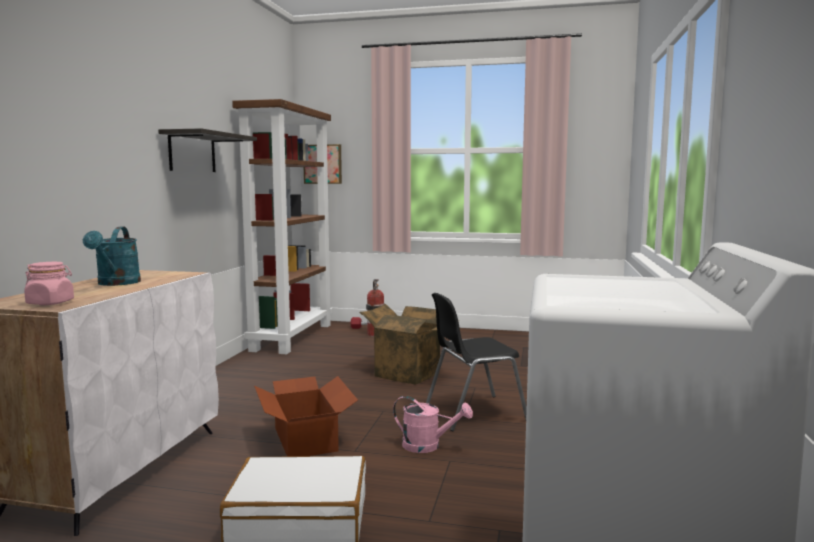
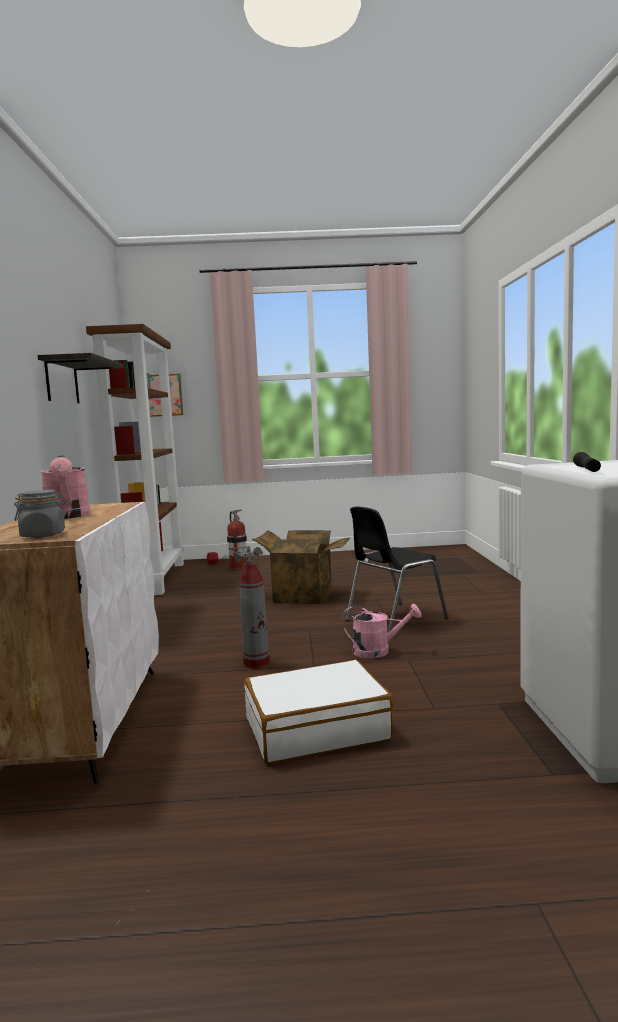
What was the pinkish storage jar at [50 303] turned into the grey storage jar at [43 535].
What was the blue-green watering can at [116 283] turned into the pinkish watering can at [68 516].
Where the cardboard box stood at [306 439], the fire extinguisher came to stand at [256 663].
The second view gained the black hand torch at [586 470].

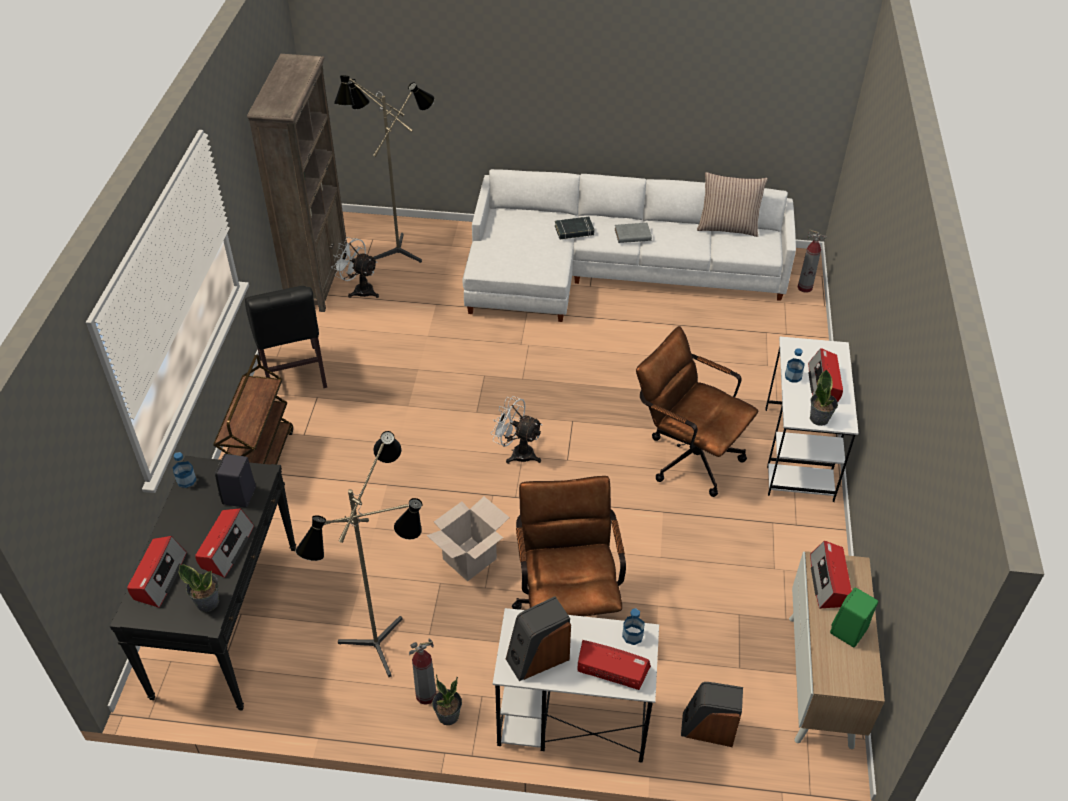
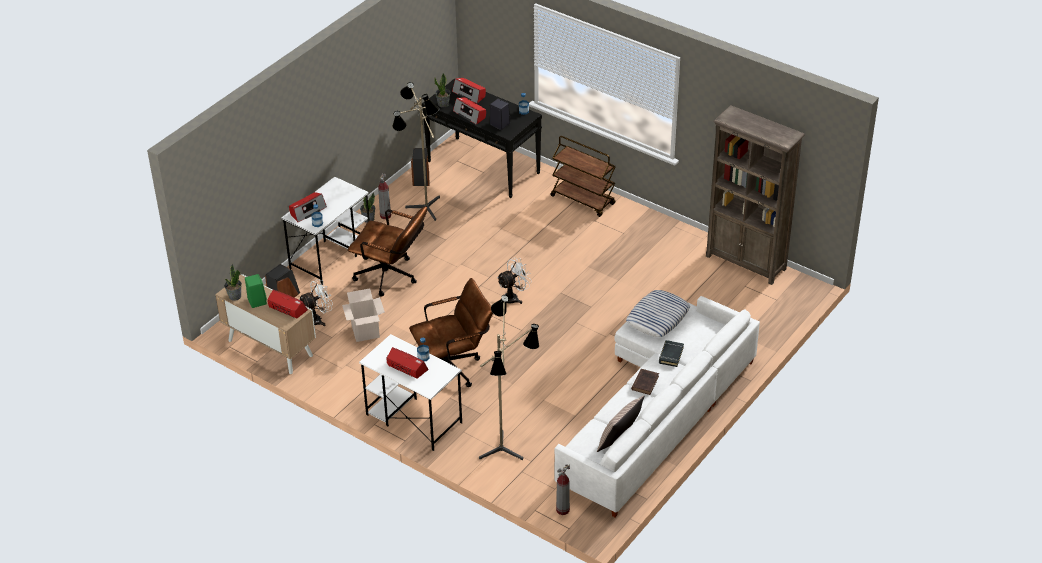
The potted plant ended up elsewhere, having gone from [819 418] to [234 296].
The white electric fan ended up elsewhere, having gone from [359 289] to [318 319].
The cardboard box ended up elsewhere, having gone from [469 559] to [365 331].
The audio speaker ended up elsewhere, having gone from [537 658] to [421 178].
The standard lamp ended up elsewhere, having gone from [395 249] to [506 449].
The second view gained the pillow at [658 317].
What was the grey book at [631 235] turned into the brown-coloured book at [645 382].
The second view lost the black upright chair at [294 376].

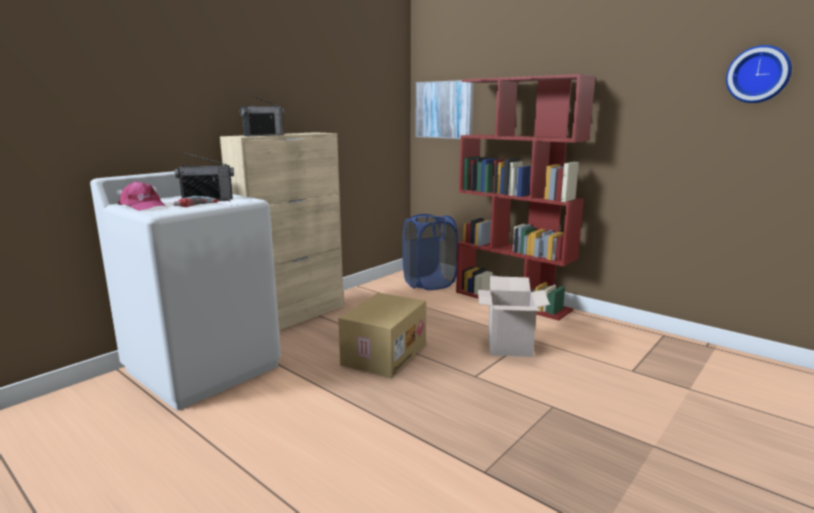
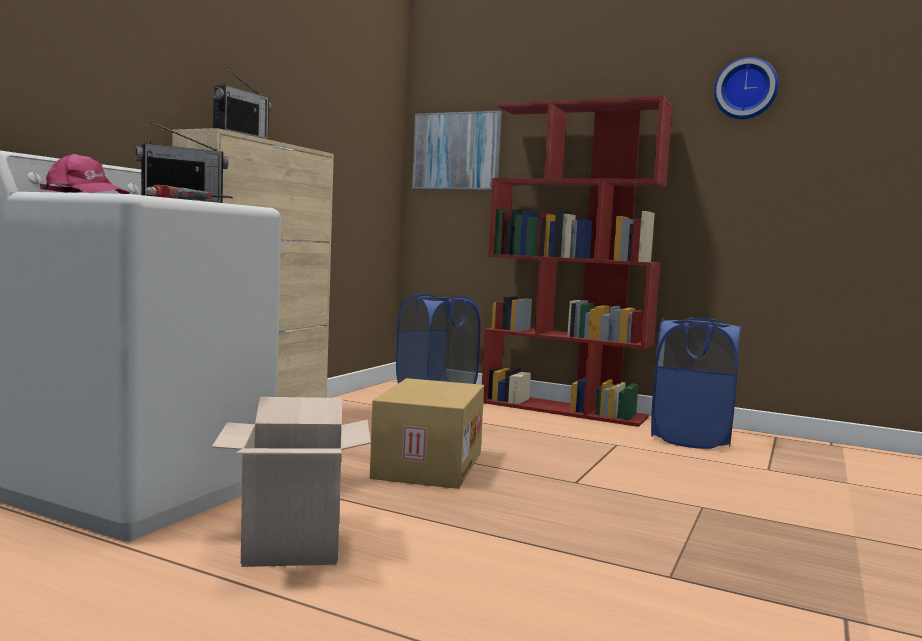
The cardboard box ended up elsewhere, having gone from [509 346] to [292 545].
The second view gained the blue-coloured laundry basket at [691 439].
The wall clock ended up elsewhere, having gone from [758 74] to [746 89].

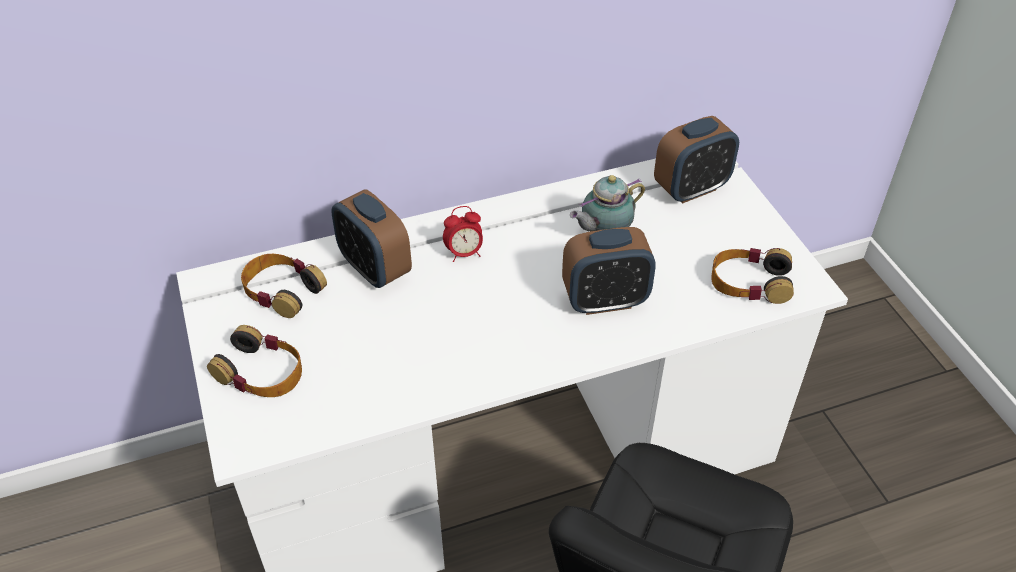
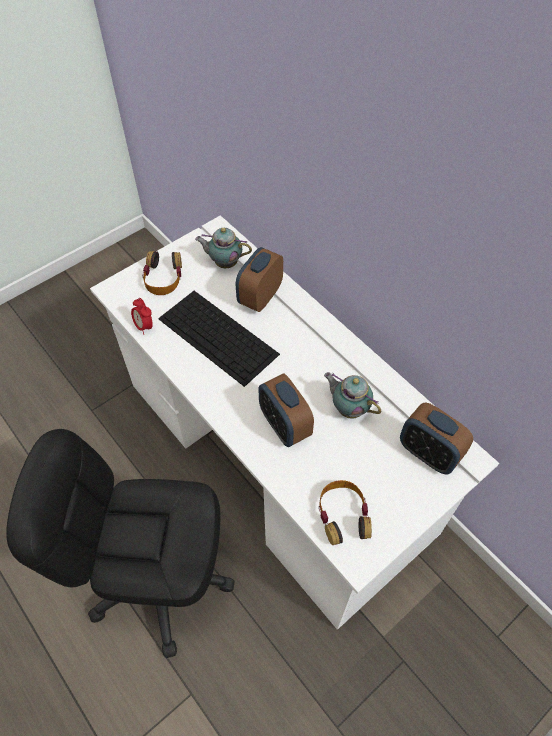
The alarm clock ended up elsewhere, having gone from [464 253] to [144 326].
The second view gained the computer keyboard at [219 336].
Where the headphones stood at [282 291], the pot for tea came to stand at [224 263].

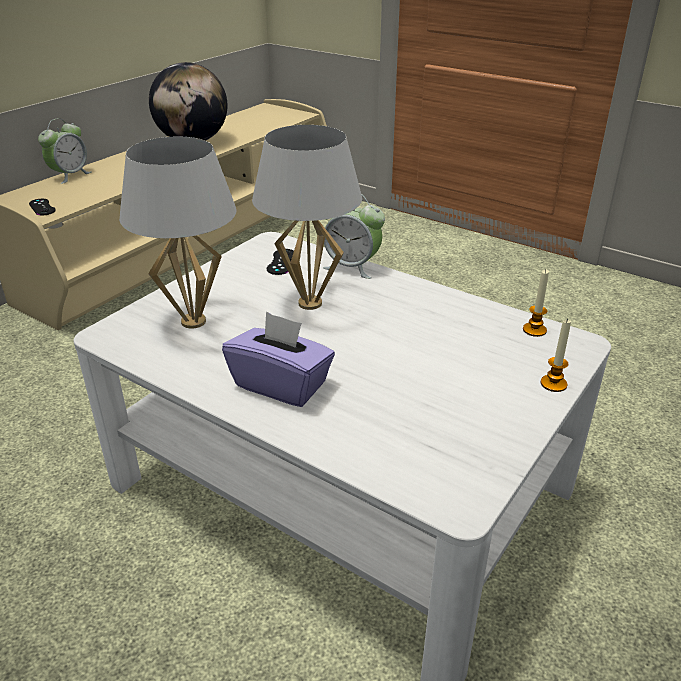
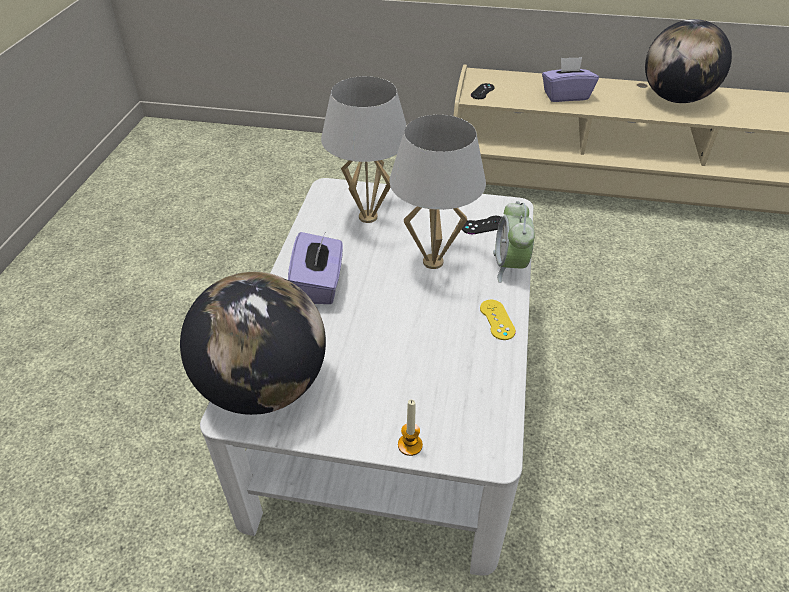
The second view gained the world globe at [264 386].
The second view gained the yellow game controller at [497 320].
The second view gained the purple tissue box at [565 96].
The second view lost the alarm clock at [70 175].
The second view lost the candle at [534 330].

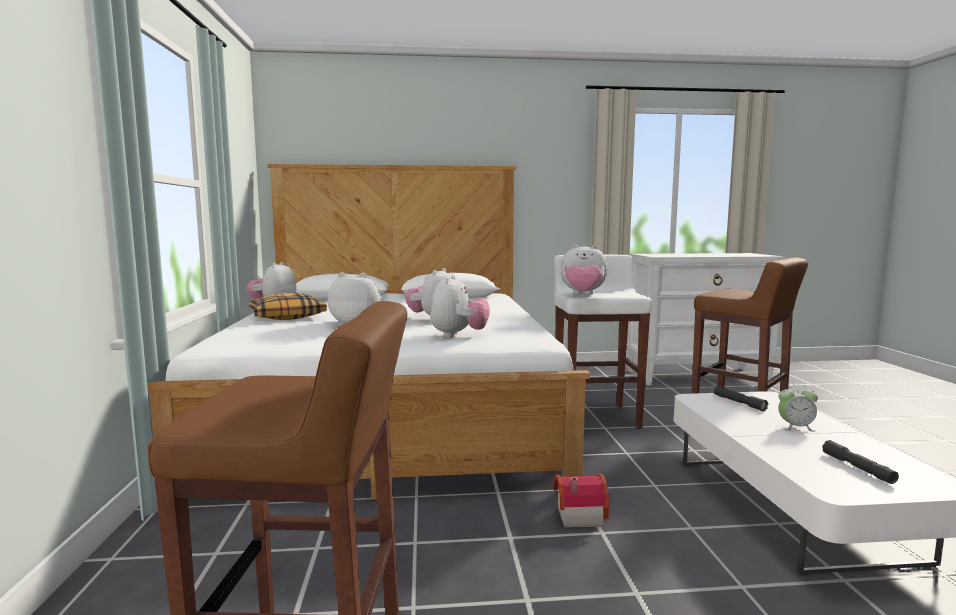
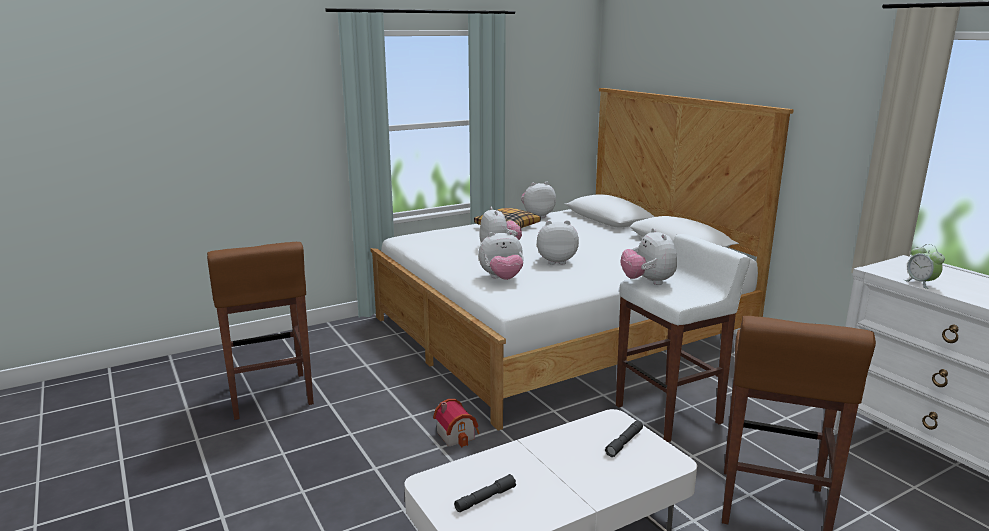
The alarm clock ended up elsewhere, having gone from [795 427] to [921 283].

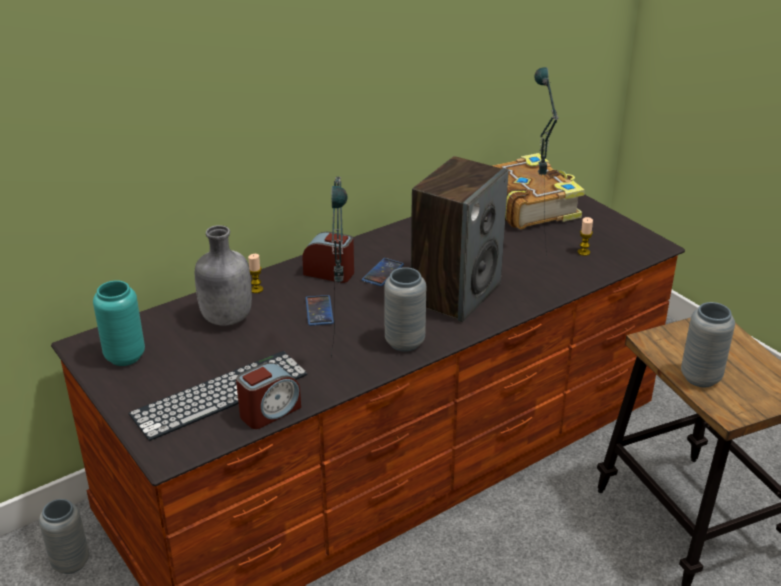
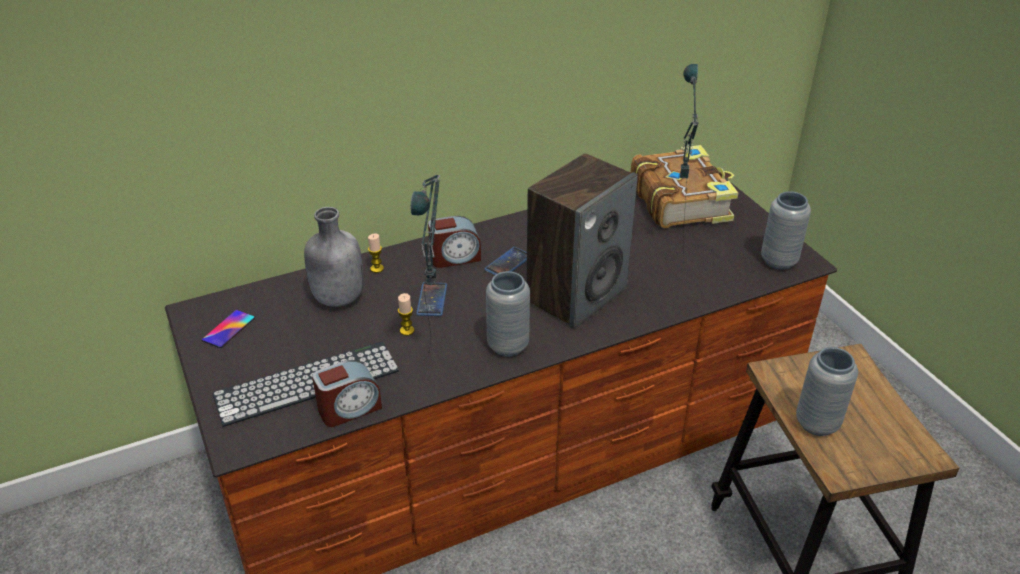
Where the blue-green vase stood at [125 356], the phone came to stand at [228 329].
The candle ended up elsewhere, having gone from [583 252] to [407 330].
The alarm clock at [329 272] ended up facing another way, 135 degrees clockwise from before.
The grey vase ended up elsewhere, having gone from [71 563] to [778 261].

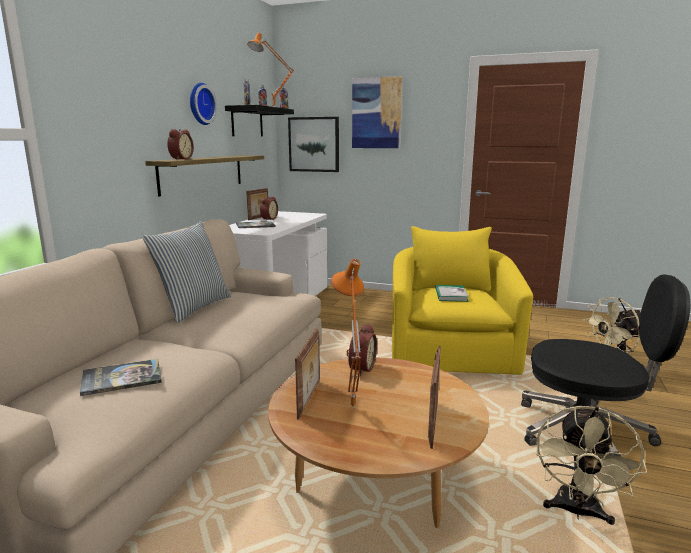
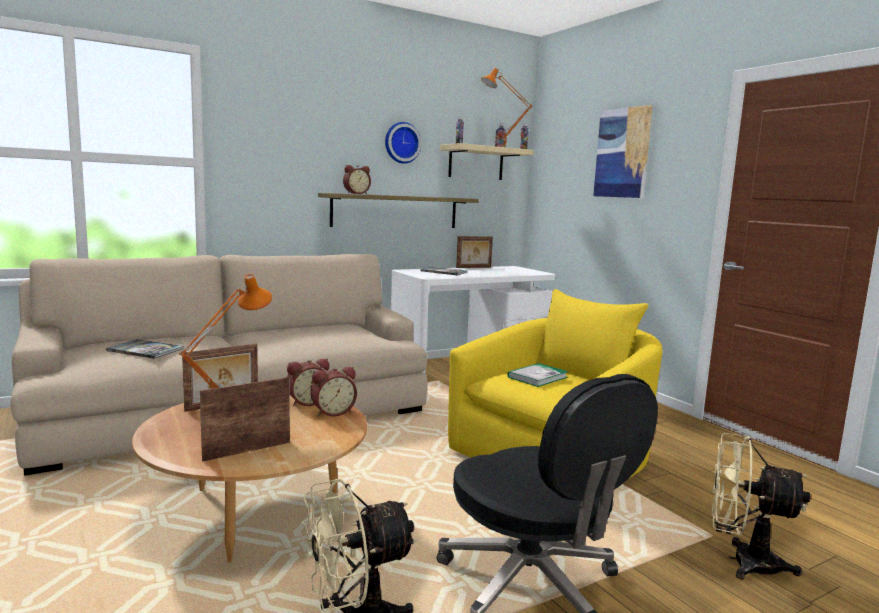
The alarm clock ended up elsewhere, having gone from [268 219] to [332 412].
What was the black shelf at [247 122] turned into the beige-coloured shelf at [476 163].
The second view lost the pillow at [193 307].
The second view lost the wall art at [314 144].

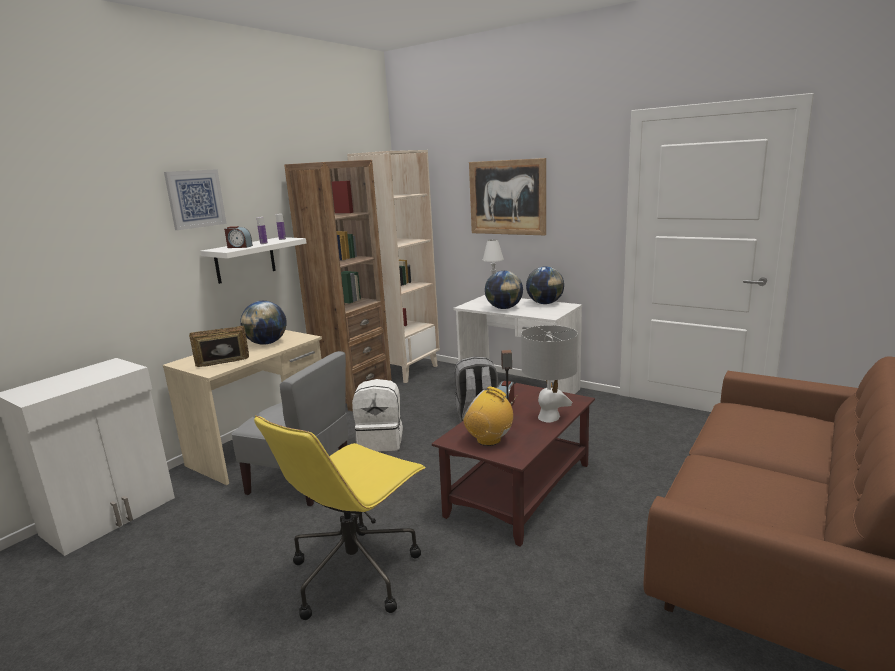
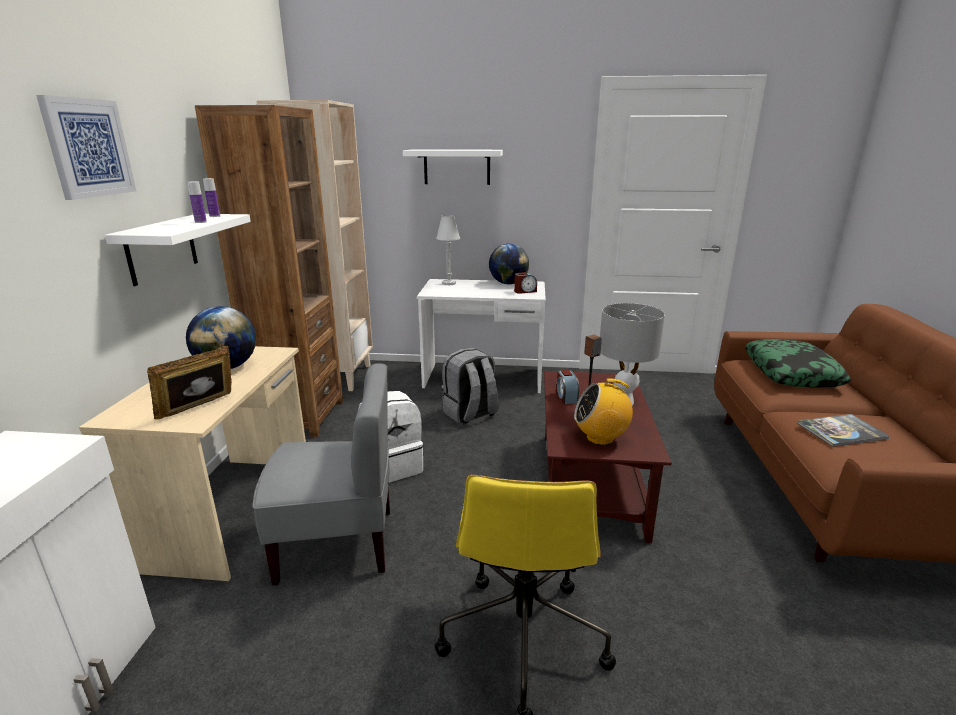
Where the wall art hung at [507 197], the white shelf came to hang at [457 167].
The alarm clock ended up elsewhere, having gone from [239 247] to [525 291].
The second view gained the pillow at [791 373].
The second view gained the book at [841 431].
The second view lost the world globe at [504 308].

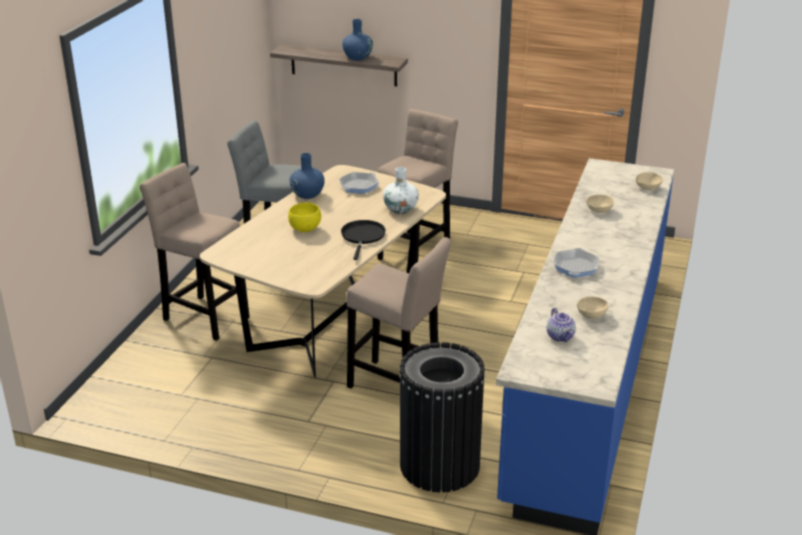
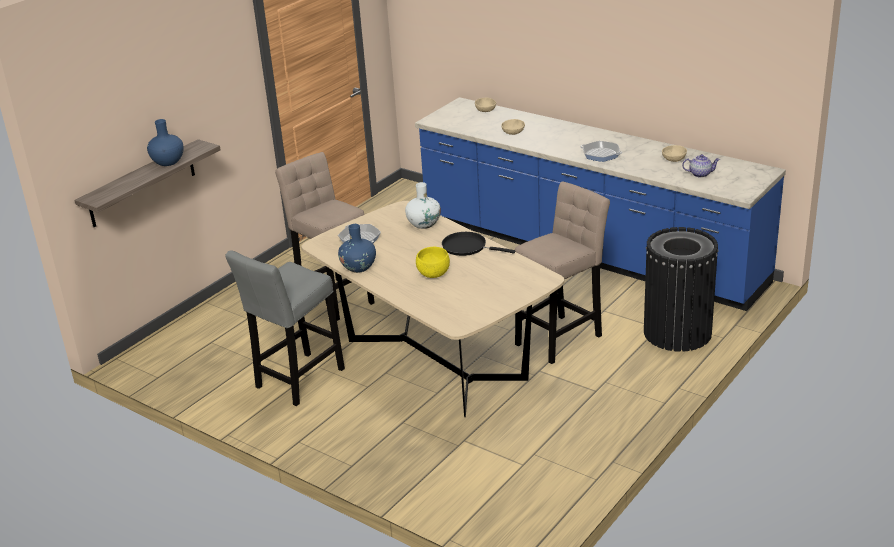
The second view lost the beige-coloured stool seat at [203 316].

